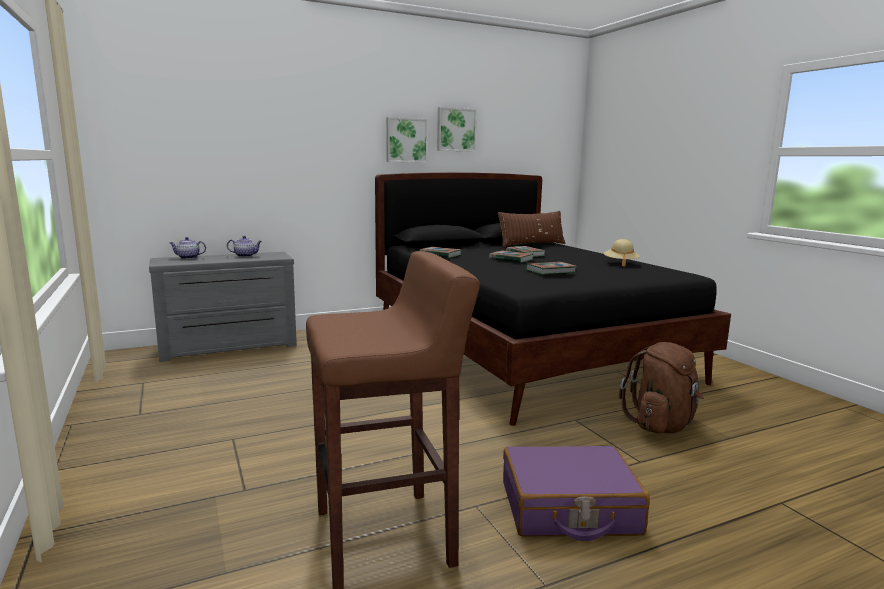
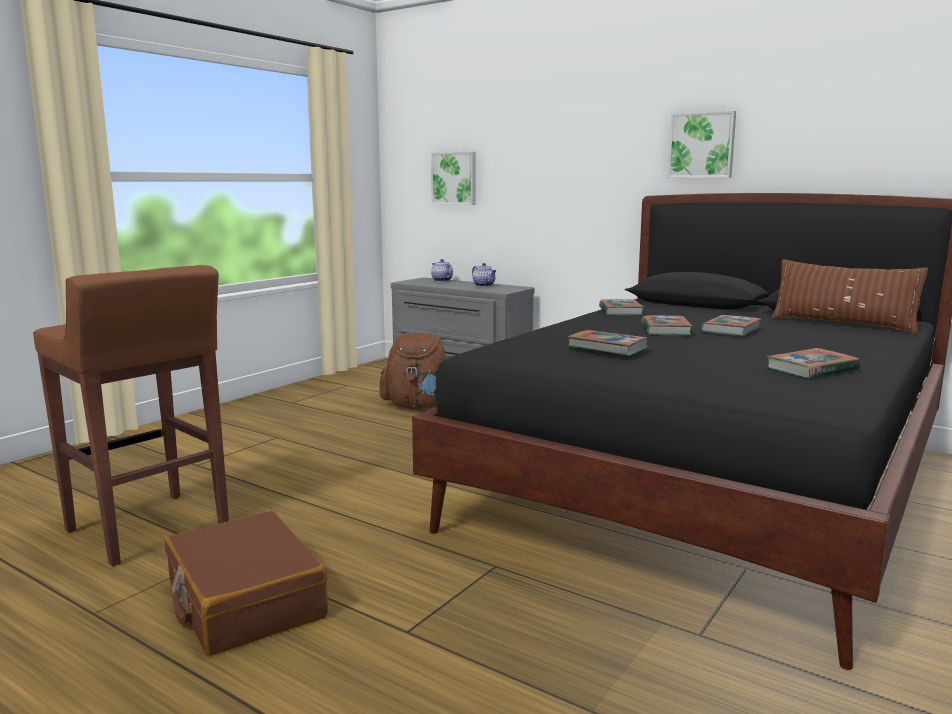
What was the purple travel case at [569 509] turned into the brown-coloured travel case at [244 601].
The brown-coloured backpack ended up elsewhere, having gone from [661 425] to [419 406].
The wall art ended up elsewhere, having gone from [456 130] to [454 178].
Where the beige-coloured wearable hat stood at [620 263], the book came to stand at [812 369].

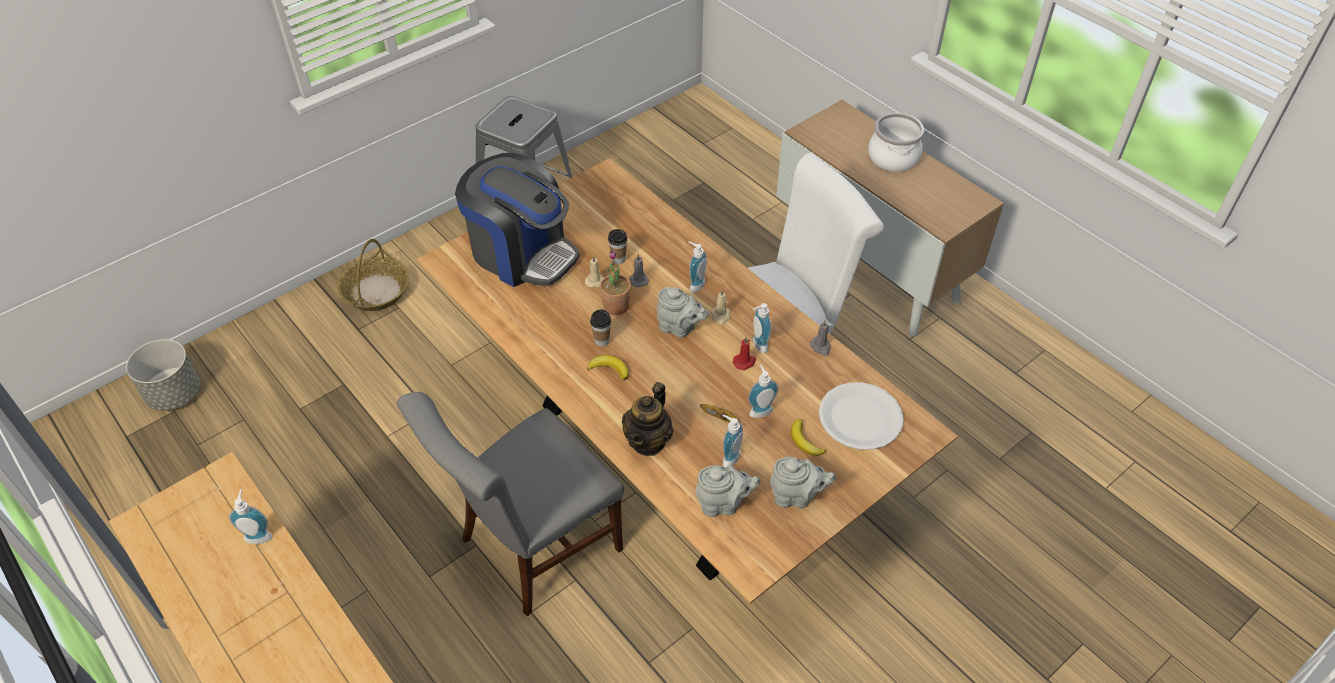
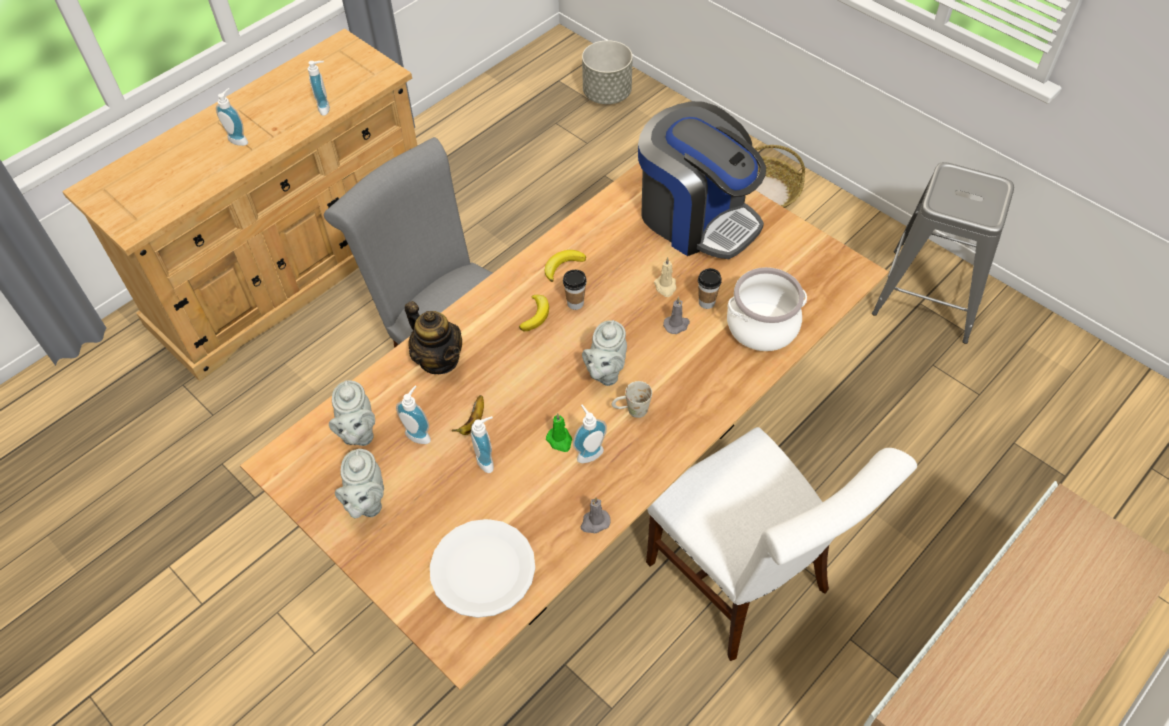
The soap bottle ended up elsewhere, having gone from [695 284] to [239 139].
The pot for tea at [648 441] ended up facing another way, 150 degrees counterclockwise from before.
The banana fruit ended up elsewhere, having gone from [805 441] to [562 266].
What was the red-coloured candle at [744 362] turned into the green candle at [560 440].
Where the beige-coloured candle stood at [720 316], the white mug came to stand at [631 411].
The coffee maker at [522 253] ended up facing another way, 75 degrees counterclockwise from before.
The cooking pot ended up elsewhere, having gone from [892 157] to [762 326].
The second view lost the potted plant at [616 306].

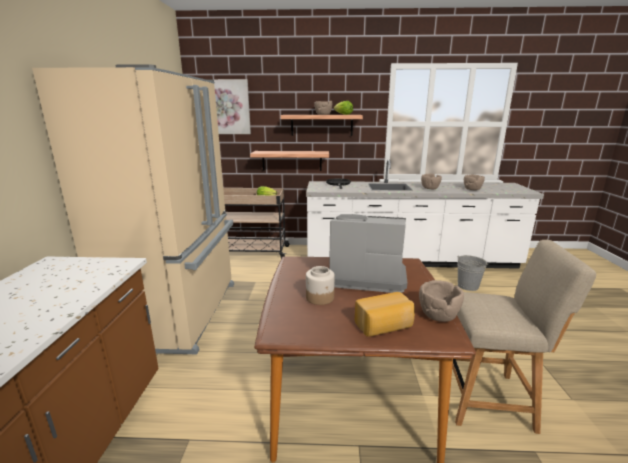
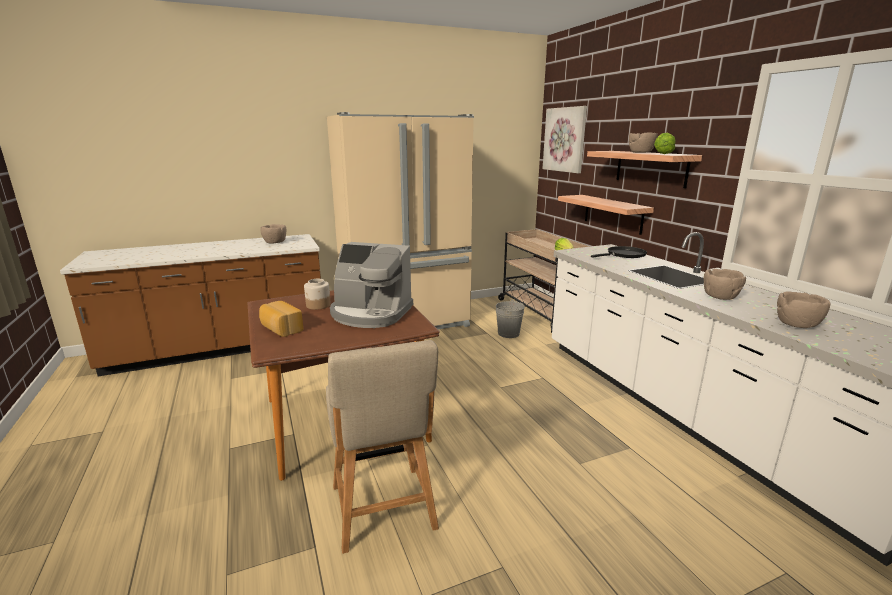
The brown-coloured deep dish ended up elsewhere, having gone from [438 314] to [275 242].
The coffee maker at [365 276] ended up facing another way, 120 degrees clockwise from before.
The grey water bucket ended up elsewhere, having gone from [468 286] to [508 333].

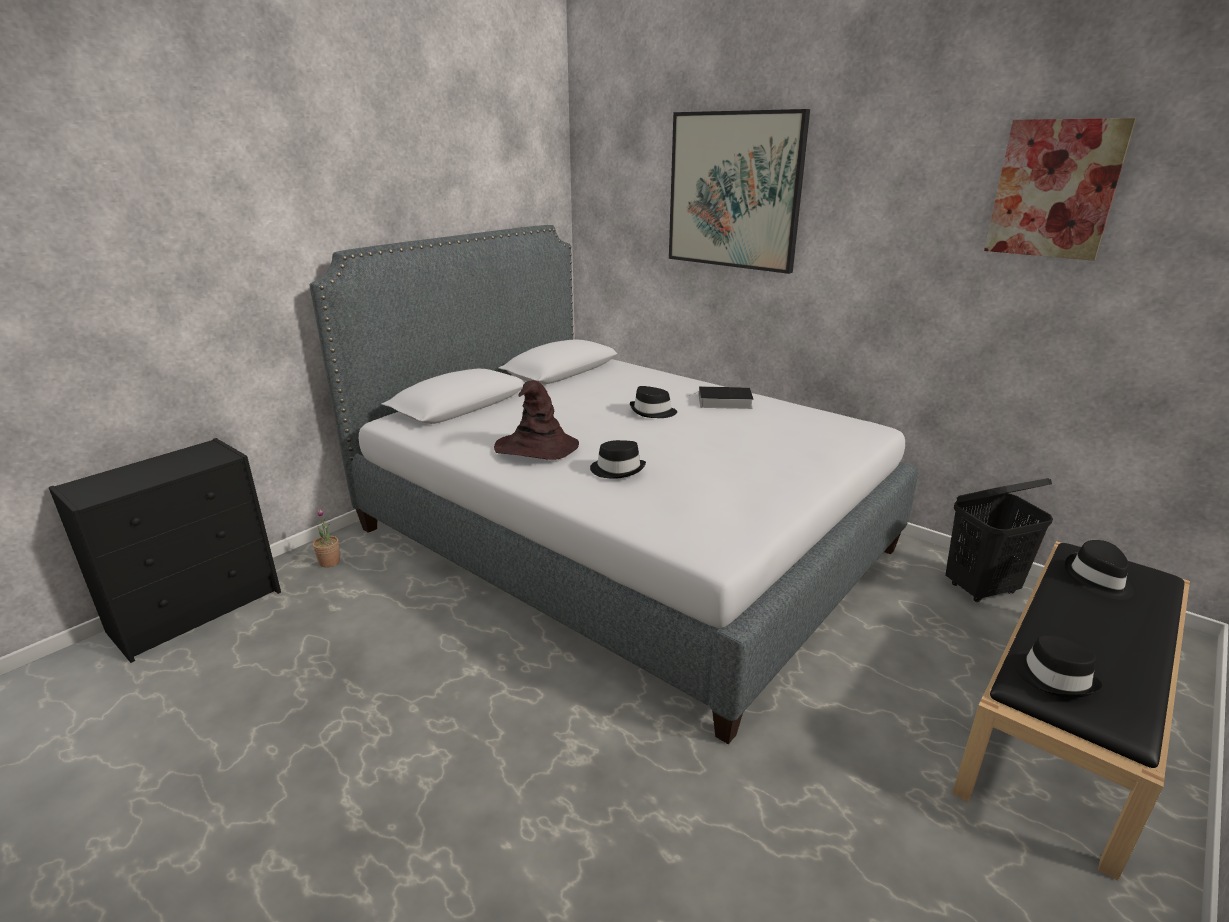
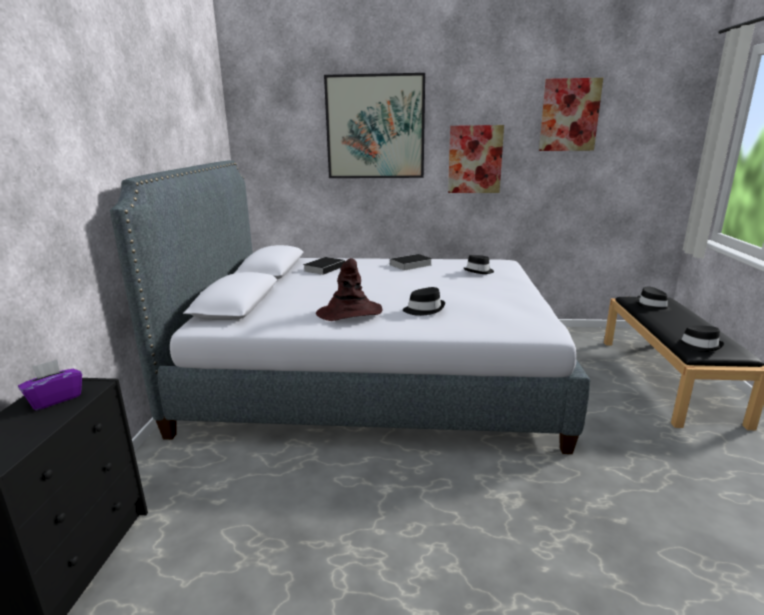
The second view gained the purple tissue box at [55 399].
The second view gained the book at [325 268].
The second view gained the wall art at [475 159].
The black wearable hat ended up elsewhere, having gone from [653 412] to [479 271].
The second view lost the potted plant at [329 562].
The second view lost the black laundry basket at [981 589].

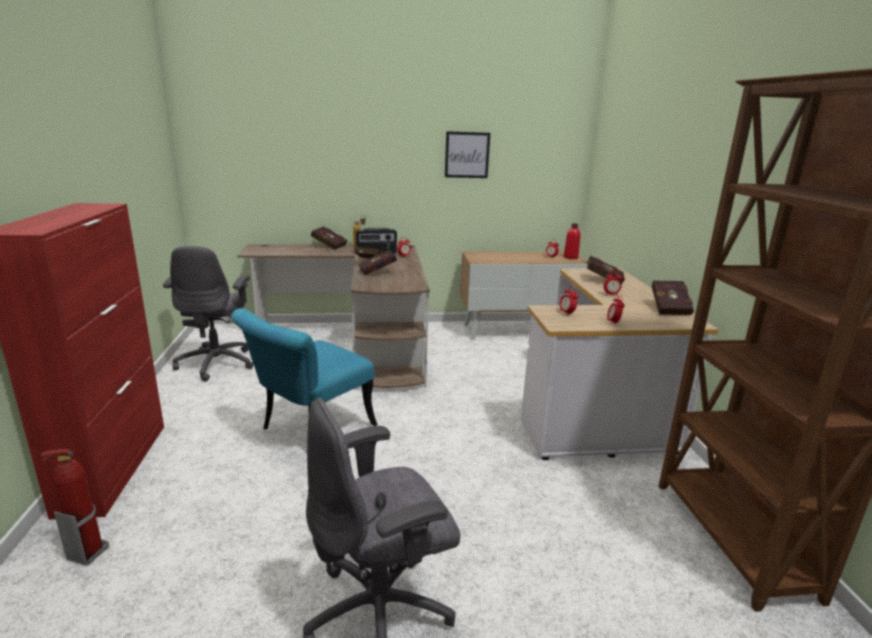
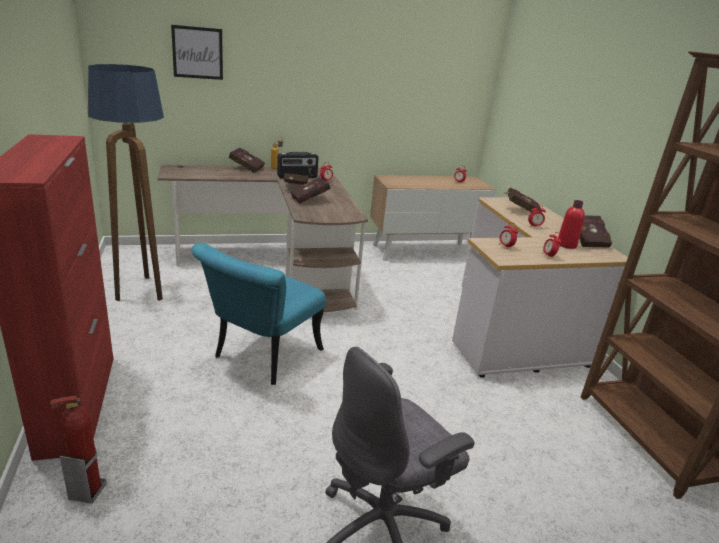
Where the grey desk chair stood at [217 363], the standard lamp came to stand at [142 289].
The wall art ended up elsewhere, having gone from [467 155] to [197 52].
The red-coloured drink bottle ended up elsewhere, having gone from [570 257] to [566 245].

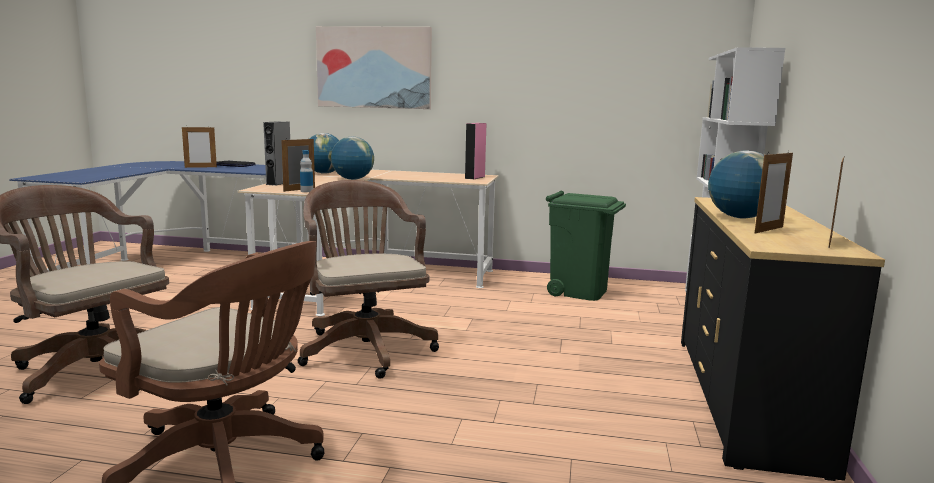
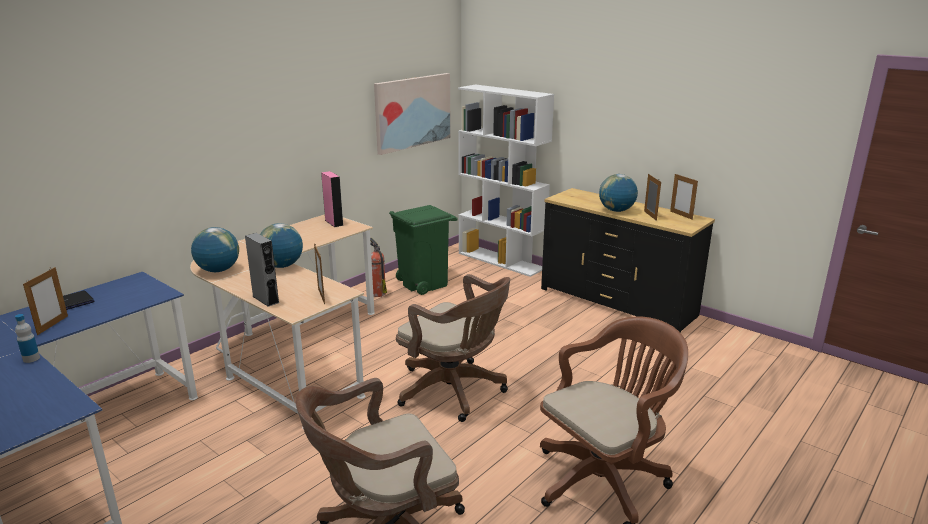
The drink bottle ended up elsewhere, having gone from [307 191] to [31 358].
The second view gained the fire extinguisher at [377 293].
The wall art ended up elsewhere, having gone from [374 67] to [412 112].
The brown-coloured desk chair at [364 347] ended up facing another way, 150 degrees counterclockwise from before.

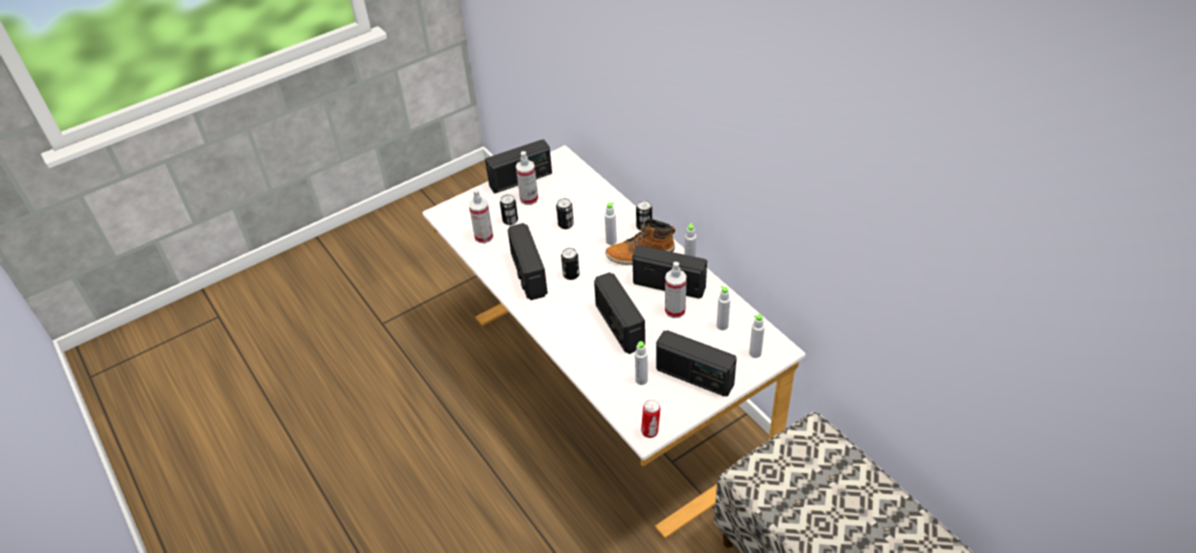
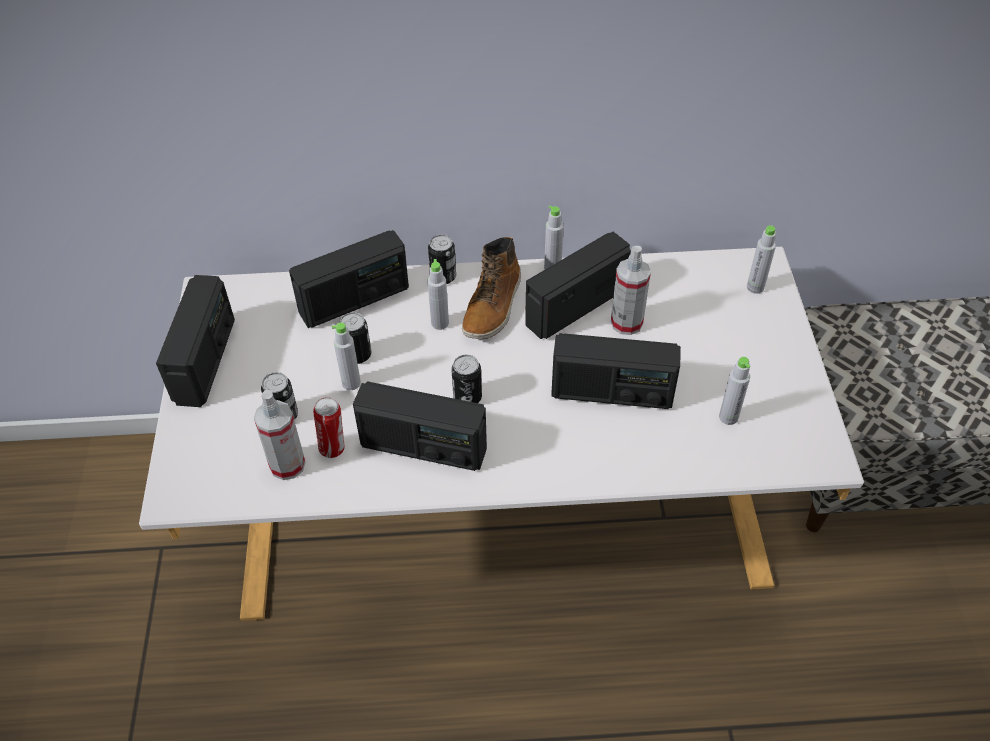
The radio receiver ended up elsewhere, having gone from [694 377] to [354 300].
The metal can ended up elsewhere, having gone from [650 432] to [333 448].
The grey drink bottle ended up elsewhere, having gone from [722 326] to [351 383].
The second view lost the spray bottle at [529 199].

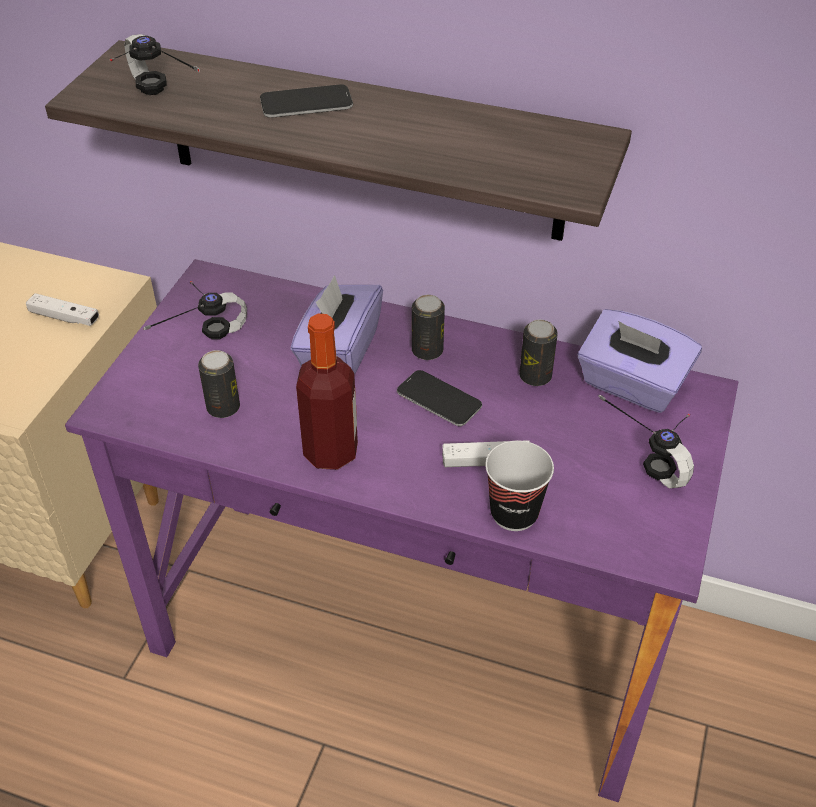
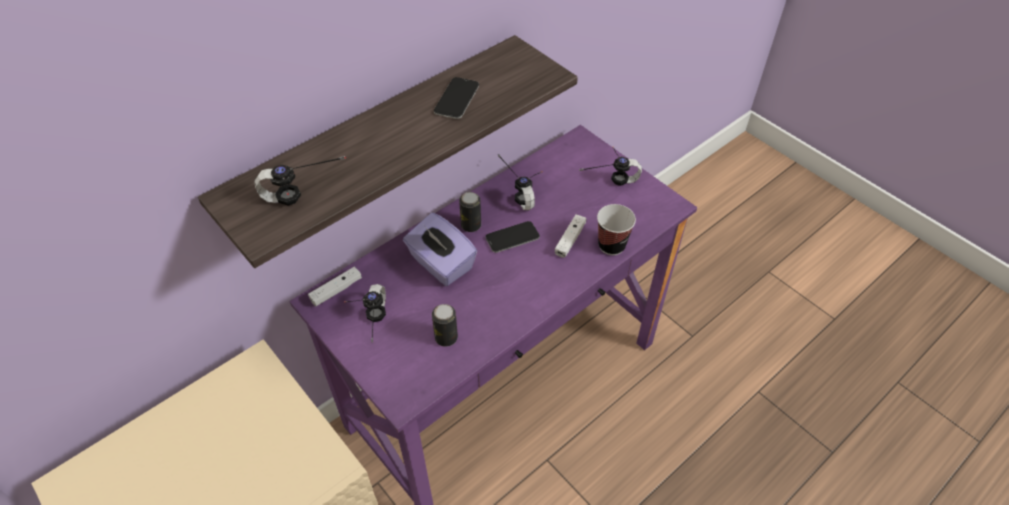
The white game controller ended up elsewhere, having gone from [64 317] to [336 290].
The phone ended up elsewhere, having gone from [306 103] to [457 99].
Where the metal can stood at [535 376], the headphones came to stand at [524 192].
The second view lost the drink bottle at [331 452].
The second view lost the purple tissue box at [631 385].

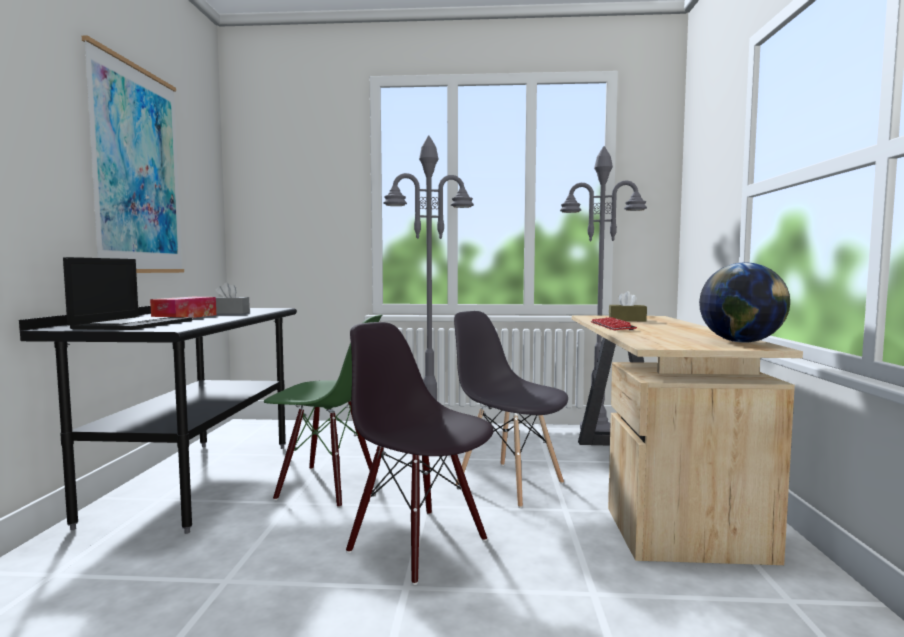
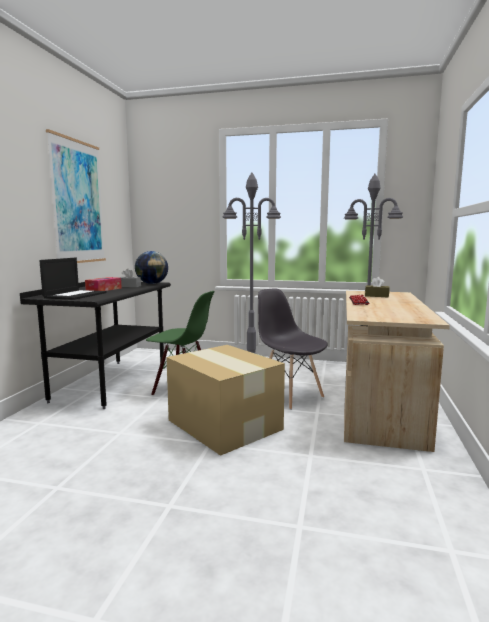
The world globe ended up elsewhere, having gone from [740 342] to [152 283].
Where the black upright chair stood at [419 544], the cardboard box came to stand at [224 424].

